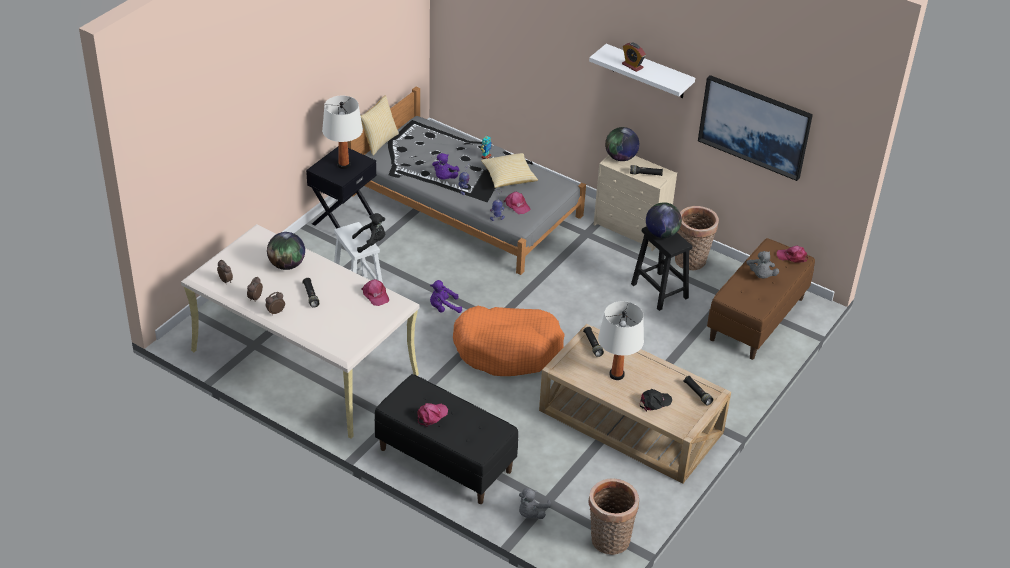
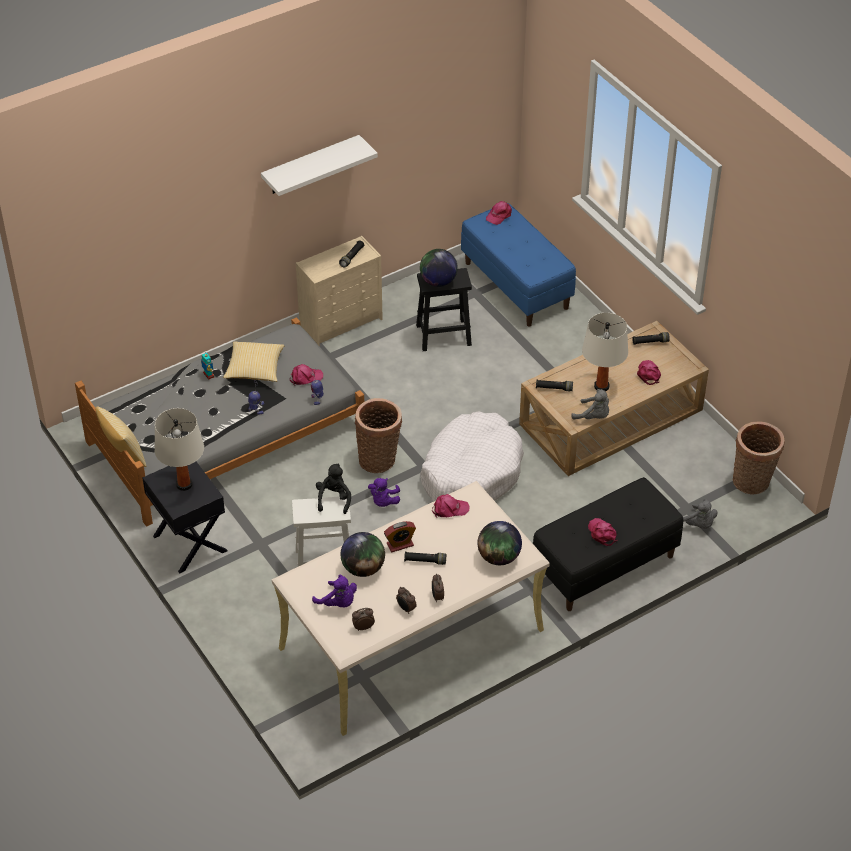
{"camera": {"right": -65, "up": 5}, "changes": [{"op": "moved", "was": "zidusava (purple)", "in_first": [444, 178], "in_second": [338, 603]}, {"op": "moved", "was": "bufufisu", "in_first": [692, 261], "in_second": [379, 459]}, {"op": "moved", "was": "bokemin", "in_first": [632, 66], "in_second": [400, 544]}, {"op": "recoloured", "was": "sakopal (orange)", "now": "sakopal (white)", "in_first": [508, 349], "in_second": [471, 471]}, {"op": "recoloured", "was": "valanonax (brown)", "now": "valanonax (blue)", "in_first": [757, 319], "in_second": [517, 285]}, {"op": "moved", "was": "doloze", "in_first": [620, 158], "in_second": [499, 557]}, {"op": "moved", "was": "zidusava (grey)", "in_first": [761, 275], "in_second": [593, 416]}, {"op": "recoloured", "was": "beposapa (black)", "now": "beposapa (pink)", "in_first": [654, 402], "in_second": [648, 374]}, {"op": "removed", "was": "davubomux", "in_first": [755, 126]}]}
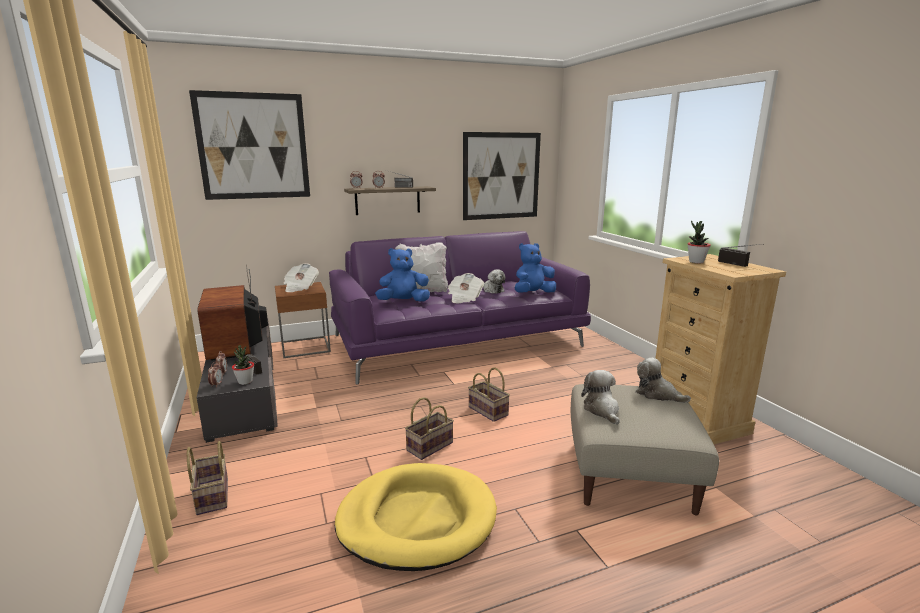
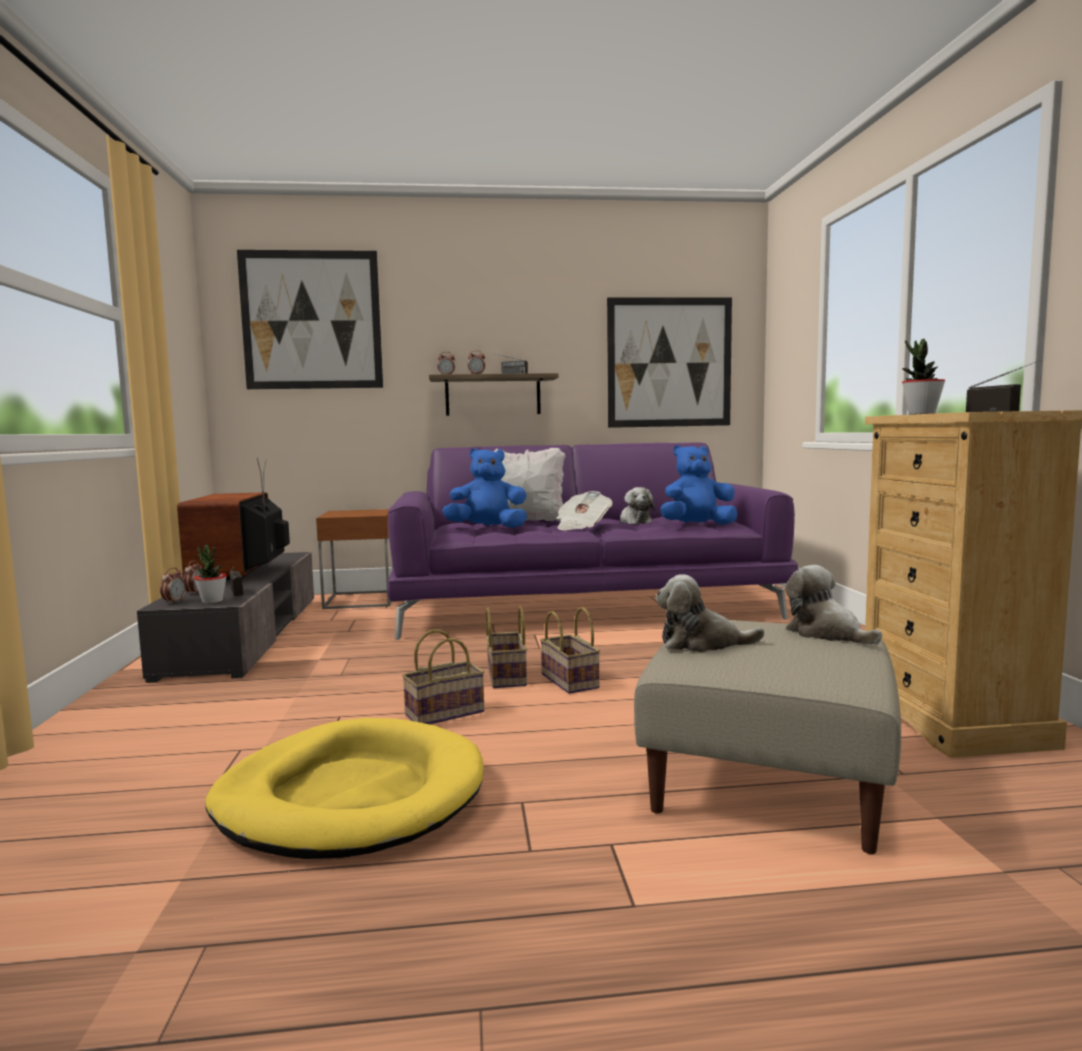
{"camera": {"right": 15, "up": -10}, "changes": [{"op": "moved", "was": "bufufisu", "in_first": [211, 495], "in_second": [505, 676]}, {"op": "turned", "was": "zidusava", "in_first": [602, 410], "in_second": [701, 643], "clockwise": -90}, {"op": "removed", "was": "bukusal", "in_first": [300, 287]}]}
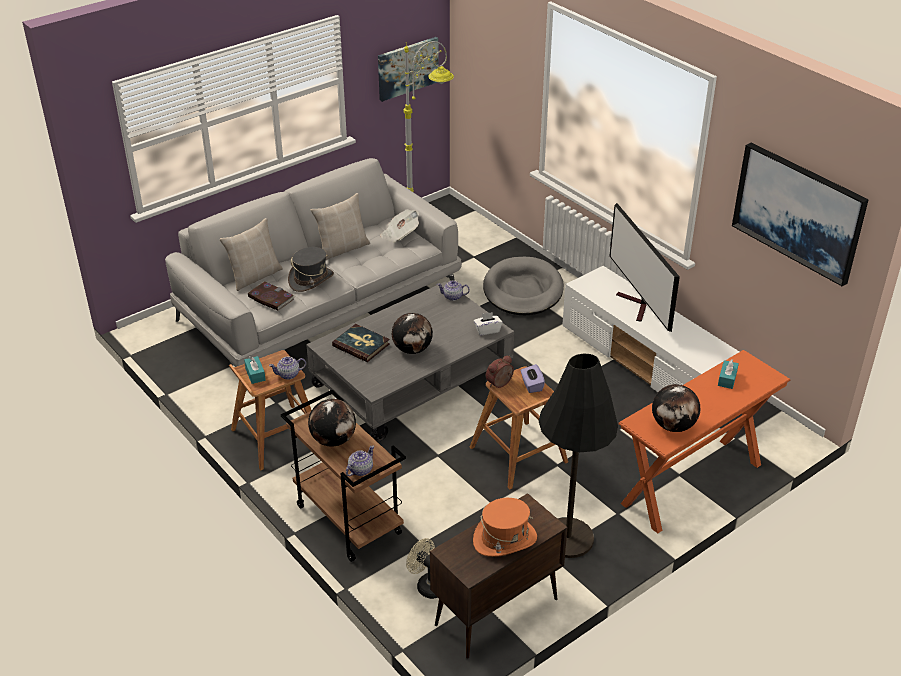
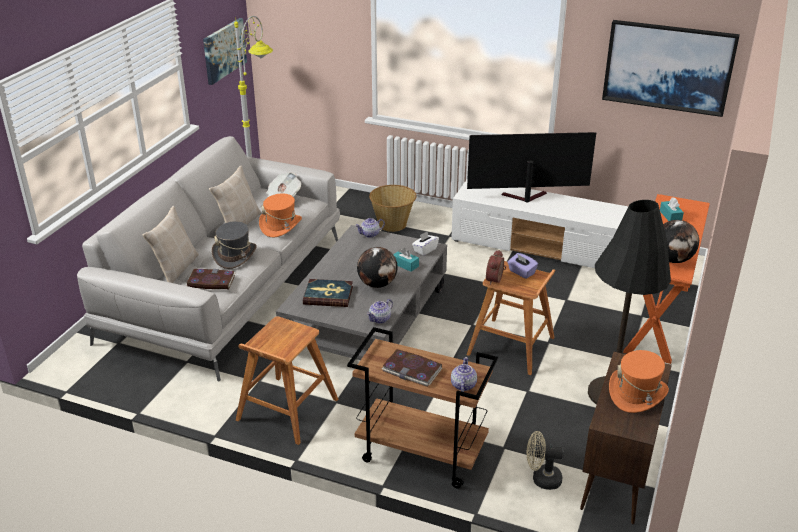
{"camera": {"right": -30, "up": -5}, "changes": [{"op": "added", "now": "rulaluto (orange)", "in_second": [281, 226]}, {"op": "moved", "was": "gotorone", "in_first": [289, 374], "in_second": [380, 319]}, {"op": "replaced", "was": "sakopal (grey)", "now": "bufufisu", "in_first": [523, 290], "in_second": [393, 224]}, {"op": "replaced", "was": "doloze", "now": "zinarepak", "in_first": [333, 440], "in_second": [412, 370]}, {"op": "moved", "was": "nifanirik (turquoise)", "in_first": [255, 374], "in_second": [405, 265]}, {"op": "turned", "was": "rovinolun", "in_first": [637, 306], "in_second": [524, 198], "clockwise": 135}]}
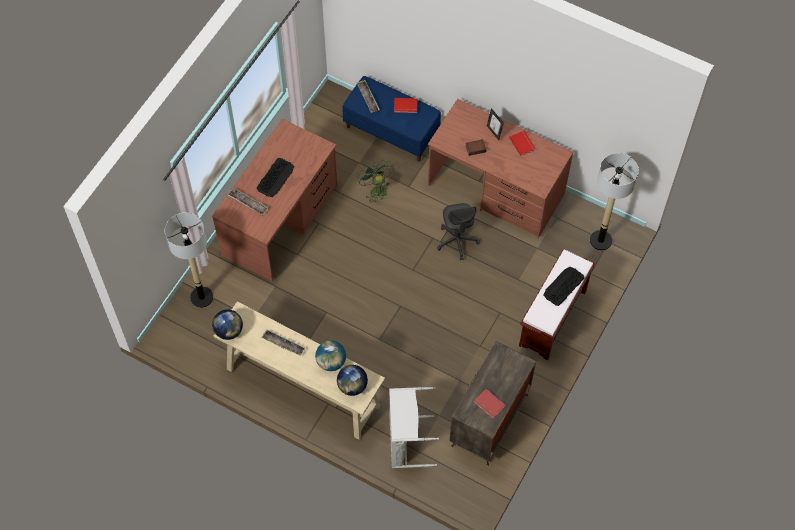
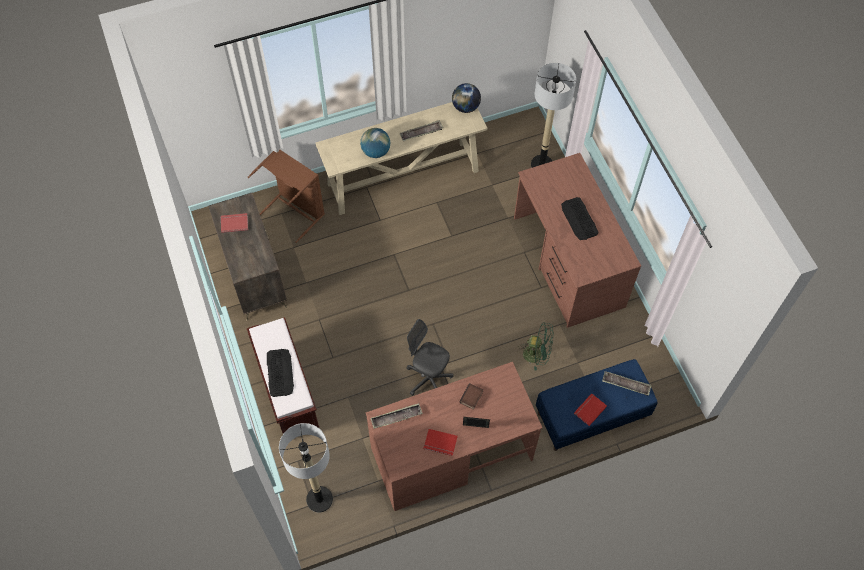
{"camera": {"right": 130, "up": 0}, "changes": [{"op": "recoloured", "was": "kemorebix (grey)", "now": "kemorebix (brown)", "in_first": [405, 442], "in_second": [295, 210]}, {"op": "moved", "was": "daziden", "in_first": [248, 203], "in_second": [396, 417]}, {"op": "removed", "was": "doloze", "in_first": [352, 386]}]}
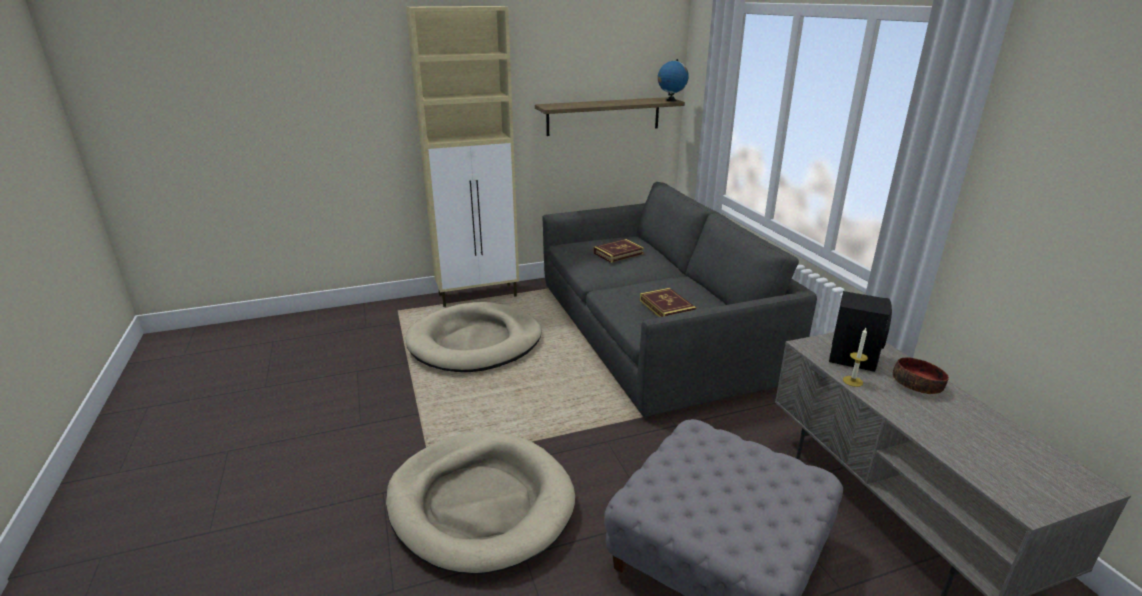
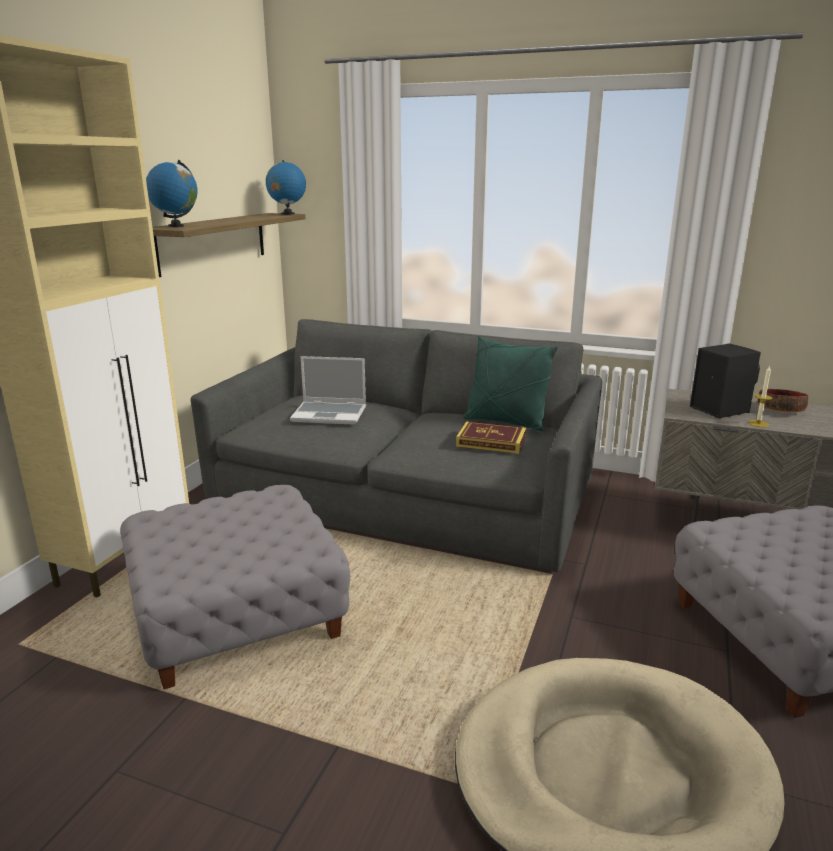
{"camera": {"right": -50, "up": -5}, "changes": [{"op": "replaced", "was": "sakopal (beige)", "now": "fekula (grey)", "in_first": [475, 342], "in_second": [237, 613]}, {"op": "added", "now": "doloze", "in_second": [176, 226]}, {"op": "replaced", "was": "zinarepak", "now": "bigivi", "in_first": [618, 253], "in_second": [330, 414]}, {"op": "added", "now": "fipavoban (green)", "in_second": [506, 422]}]}
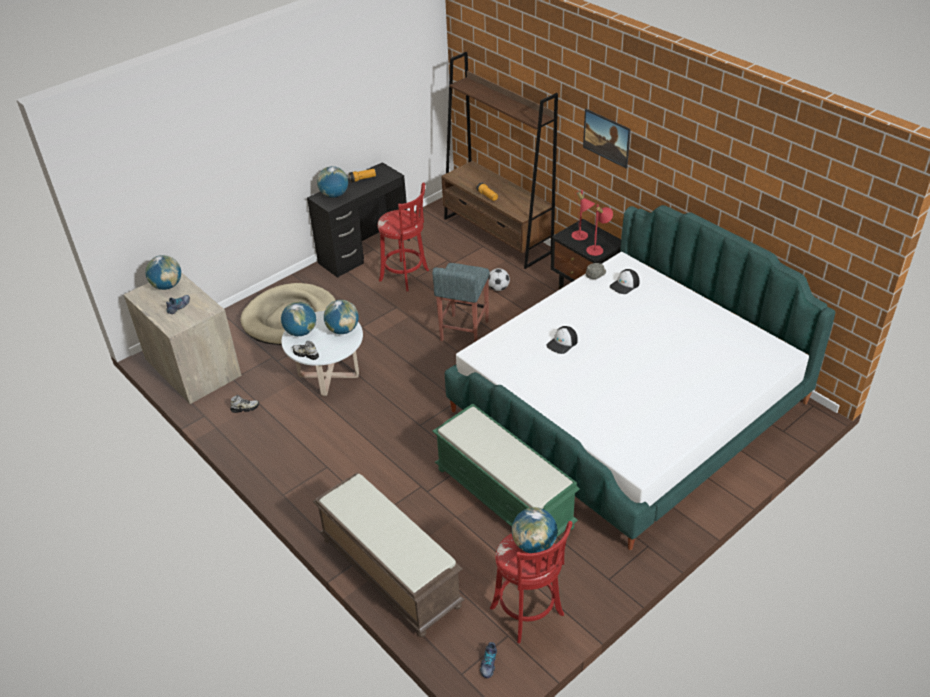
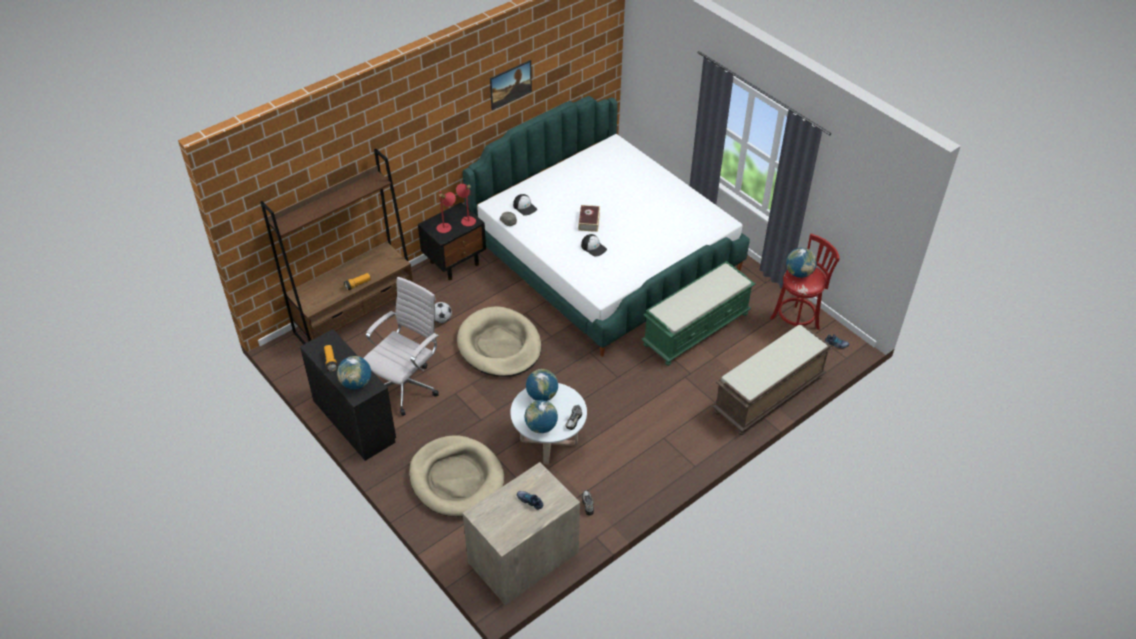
{"camera": {"right": -90, "up": 5}, "changes": [{"op": "replaced", "was": "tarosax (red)", "now": "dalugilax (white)", "in_first": [406, 276], "in_second": [407, 386]}, {"op": "replaced", "was": "tarosax (grey)", "now": "sakopal (beige)", "in_first": [464, 331], "in_second": [499, 345]}, {"op": "moved", "was": "davubomux", "in_first": [606, 147], "in_second": [511, 92]}, {"op": "added", "now": "zinarepak", "in_second": [589, 221]}, {"op": "removed", "was": "doloze", "in_first": [167, 286]}]}
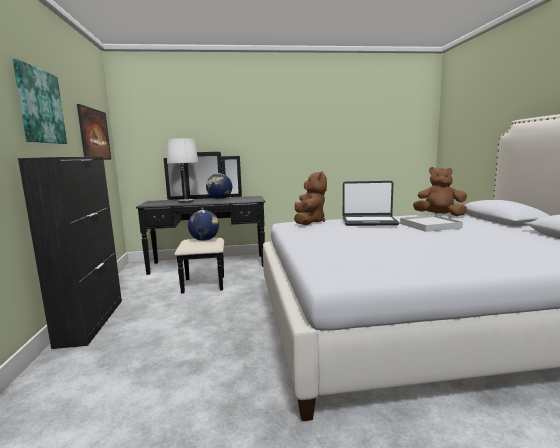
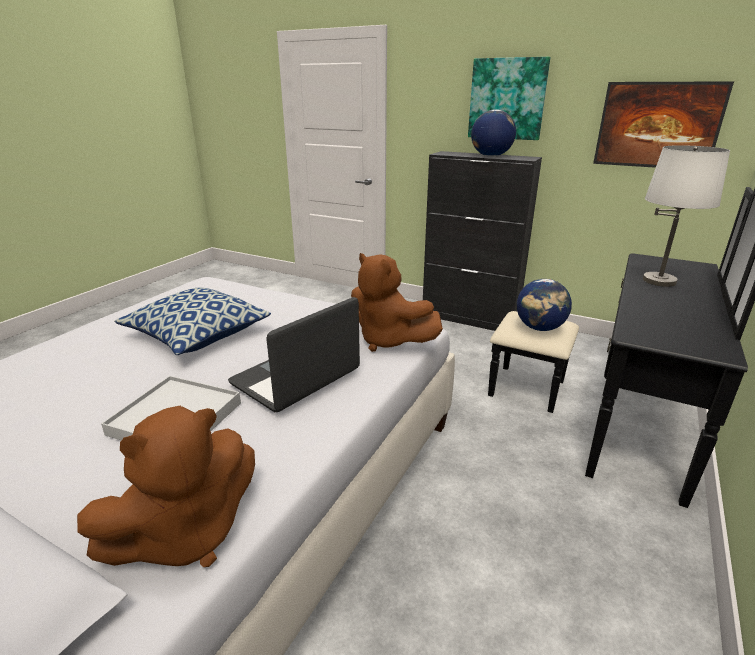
{"camera": {"right": 125, "up": 15}, "changes": [{"op": "added", "now": "fipavoban", "in_second": [197, 335]}, {"op": "moved", "was": "doloze", "in_first": [220, 199], "in_second": [490, 156]}]}
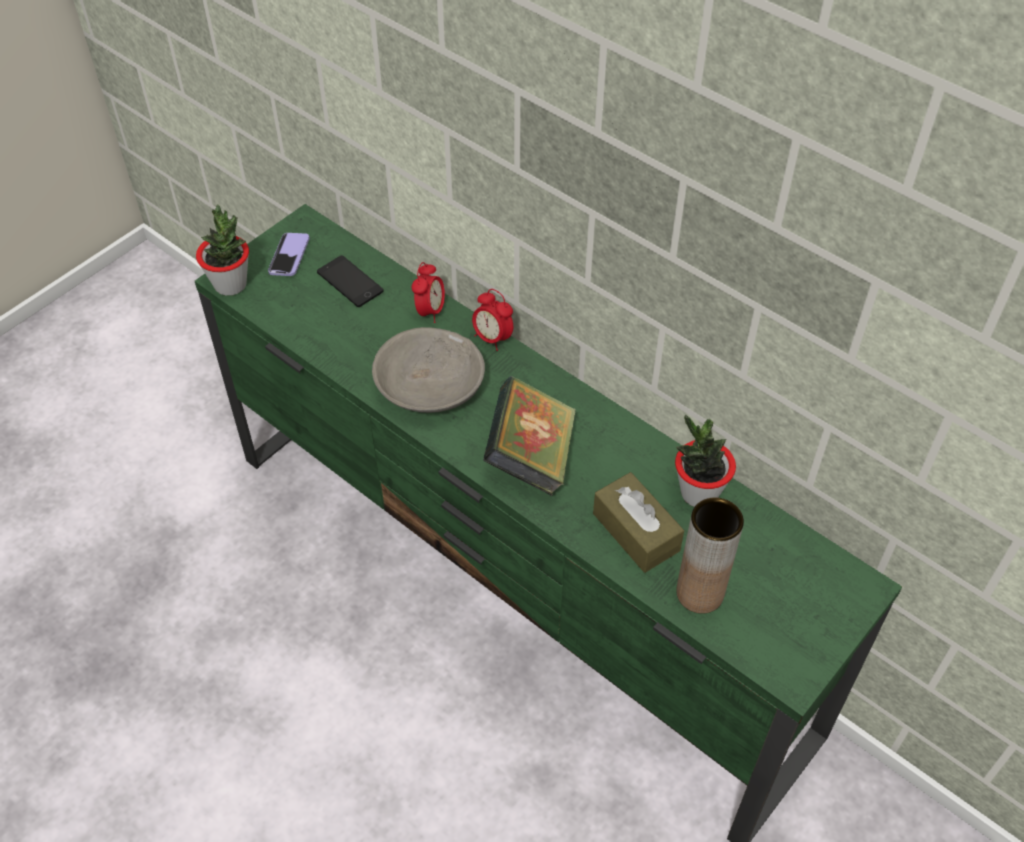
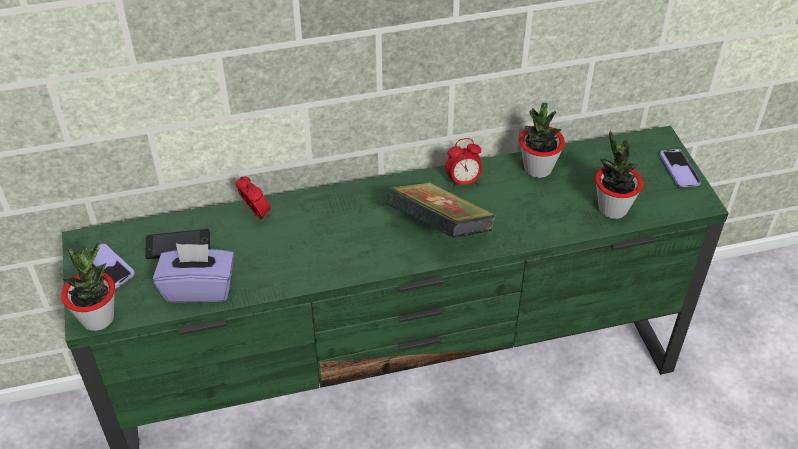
{"camera": {"right": -55, "up": -5}, "changes": [{"op": "added", "now": "nifanirik (purple)", "in_second": [199, 288]}, {"op": "moved", "was": "bokemin", "in_first": [492, 338], "in_second": [463, 181]}, {"op": "replaced", "was": "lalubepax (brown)", "now": "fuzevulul", "in_first": [699, 593], "in_second": [612, 208]}, {"op": "added", "now": "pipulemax", "in_second": [679, 169]}, {"op": "removed", "was": "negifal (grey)", "in_first": [429, 388]}, {"op": "removed", "was": "nifanirik (brown)", "in_first": [636, 532]}]}
